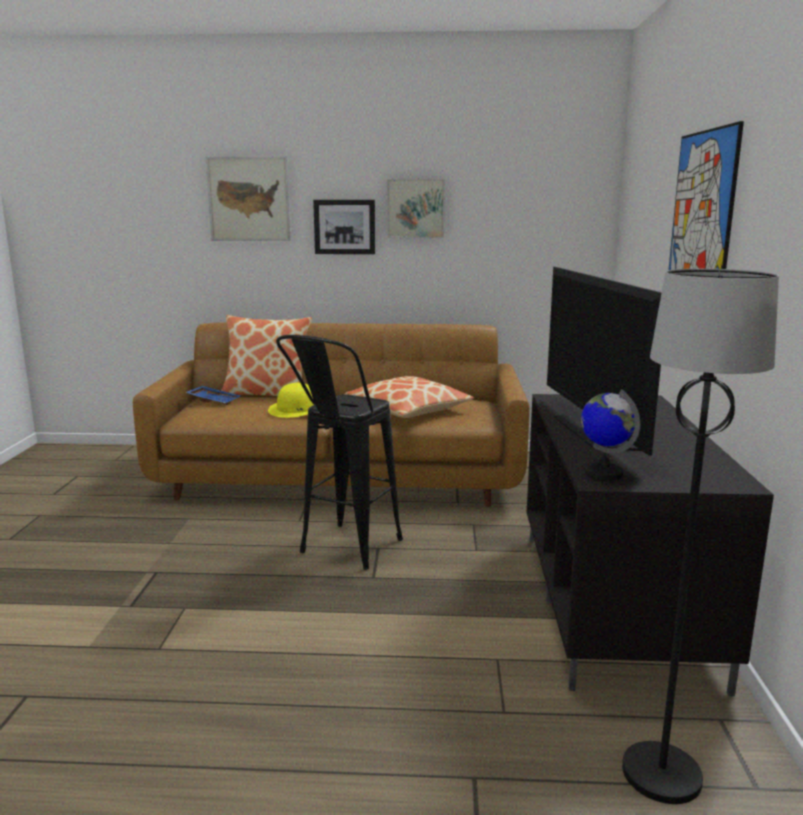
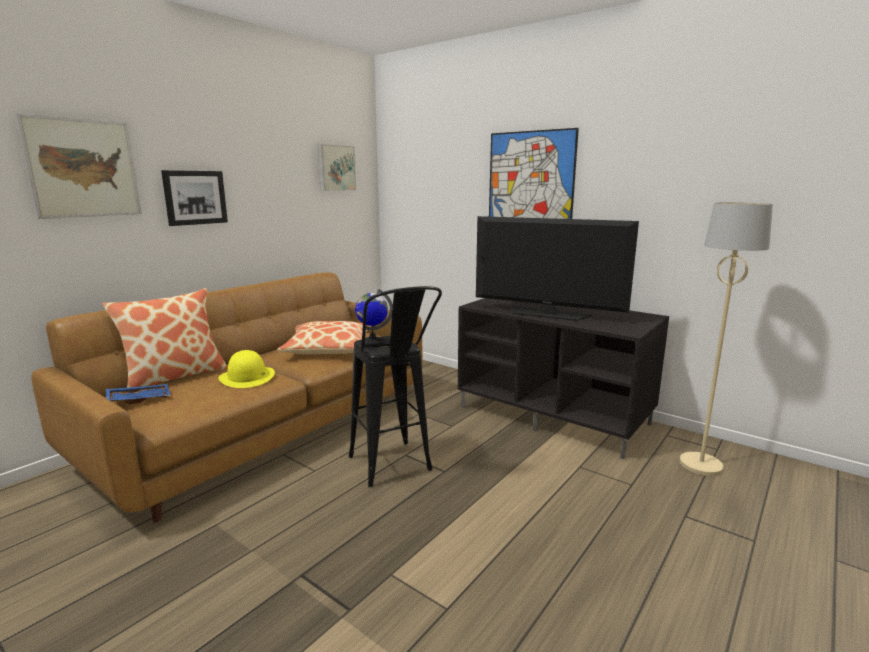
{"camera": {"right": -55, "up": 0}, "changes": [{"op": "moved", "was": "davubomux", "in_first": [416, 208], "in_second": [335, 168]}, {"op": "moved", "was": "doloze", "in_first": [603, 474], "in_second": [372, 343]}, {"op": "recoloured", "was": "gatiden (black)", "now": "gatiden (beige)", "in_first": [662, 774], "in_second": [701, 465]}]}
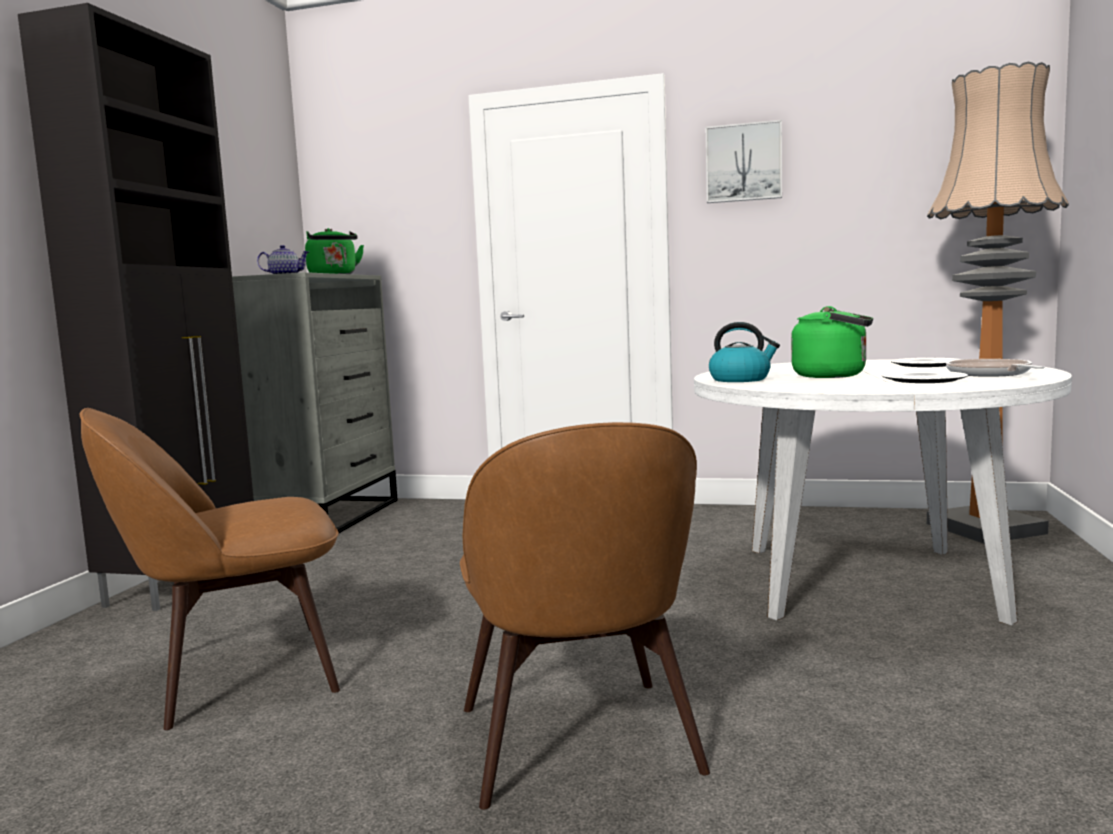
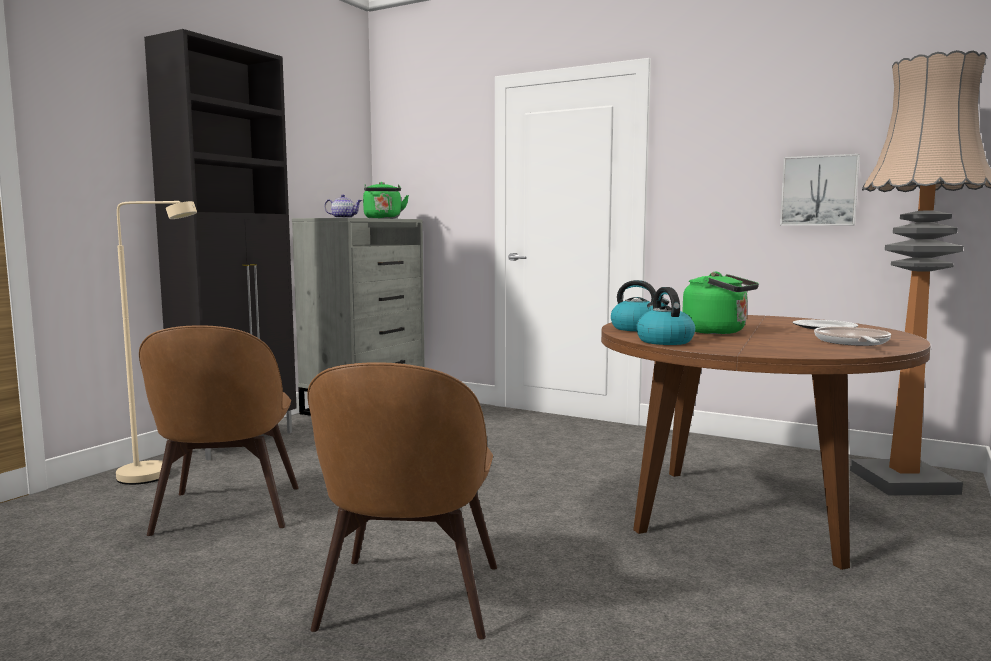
{"camera": {"right": 15, "up": 0}, "changes": [{"op": "added", "now": "gatiden (beige)", "in_second": [158, 476]}, {"op": "turned", "was": "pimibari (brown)", "in_first": [238, 674], "in_second": [227, 512], "clockwise": -90}, {"op": "recoloured", "was": "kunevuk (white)", "now": "kunevuk (brown)", "in_first": [866, 582], "in_second": [744, 513]}, {"op": "added", "now": "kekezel", "in_second": [664, 341]}, {"op": "moved", "was": "davubomux", "in_first": [743, 163], "in_second": [819, 191]}, {"op": "removed", "was": "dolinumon", "in_first": [923, 380]}]}
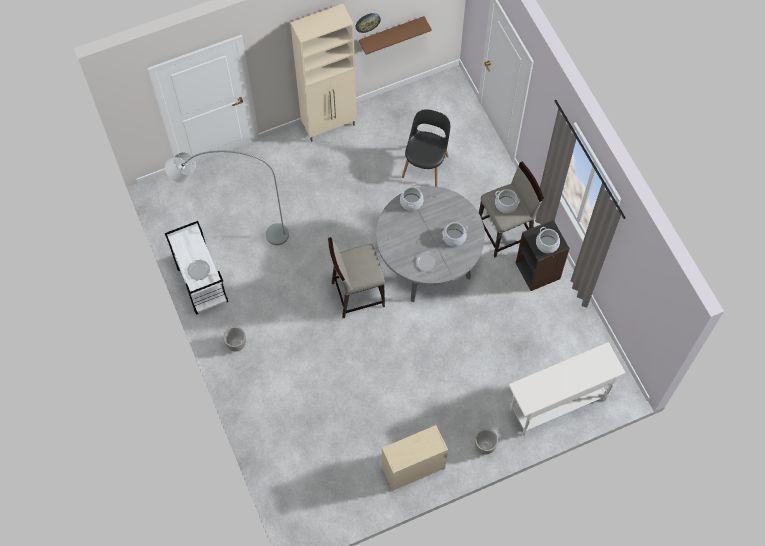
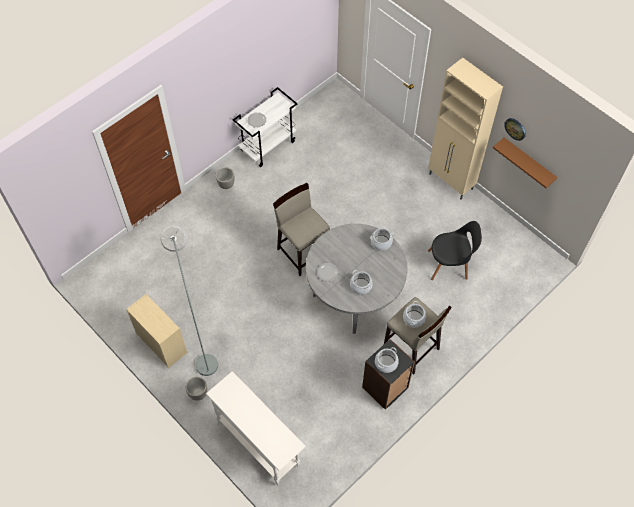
{"camera": {"right": 70, "up": -5}, "changes": [{"op": "moved", "was": "gatiden (grey)", "in_first": [234, 233], "in_second": [197, 328]}]}
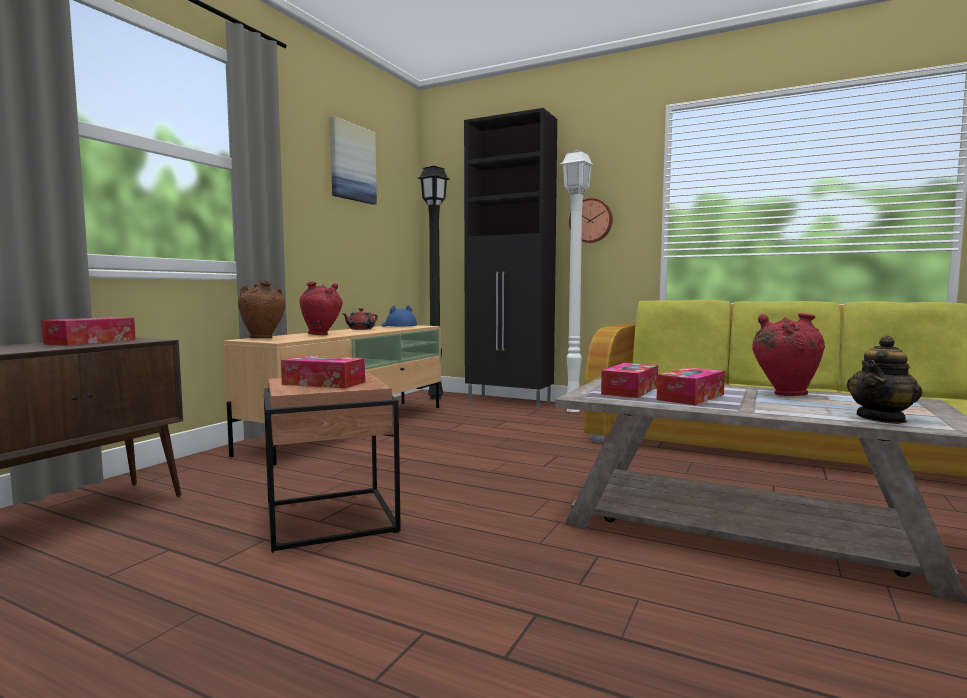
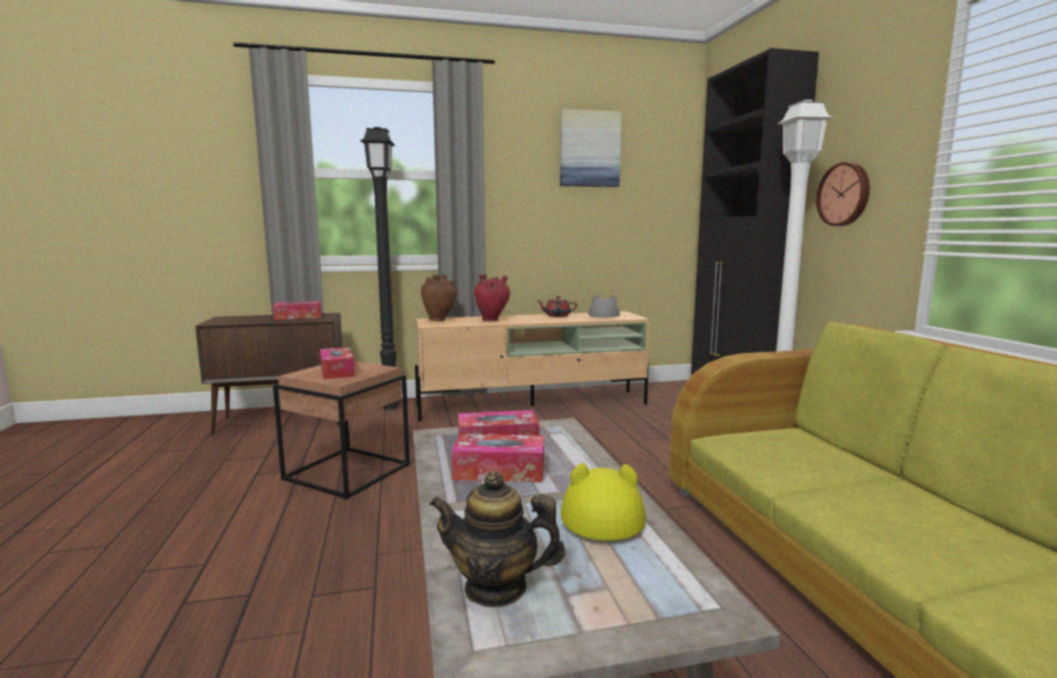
{"camera": {"right": 50, "up": 5}, "changes": [{"op": "moved", "was": "gatiden (black)", "in_first": [437, 398], "in_second": [391, 408]}, {"op": "replaced", "was": "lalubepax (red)", "now": "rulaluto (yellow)", "in_first": [785, 394], "in_second": [600, 511]}, {"op": "recoloured", "was": "rulaluto (blue)", "now": "rulaluto (grey)", "in_first": [398, 327], "in_second": [604, 315]}]}
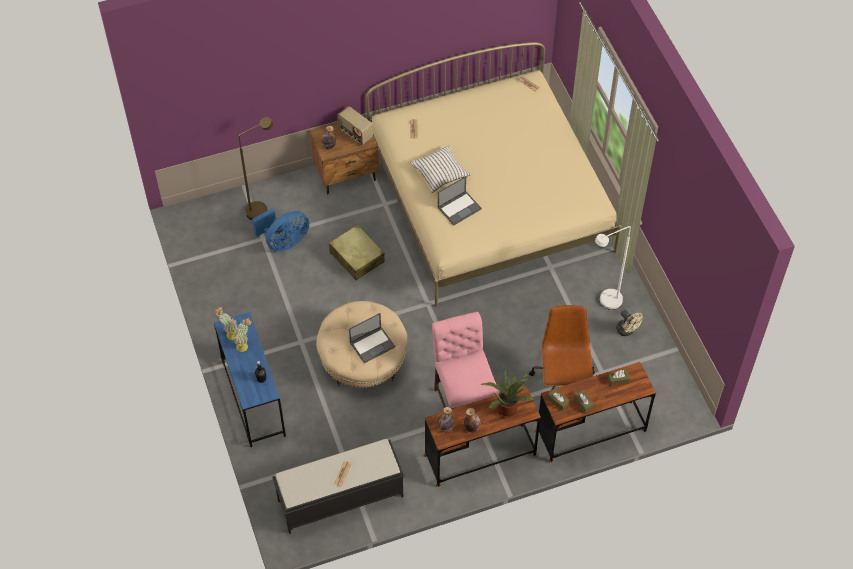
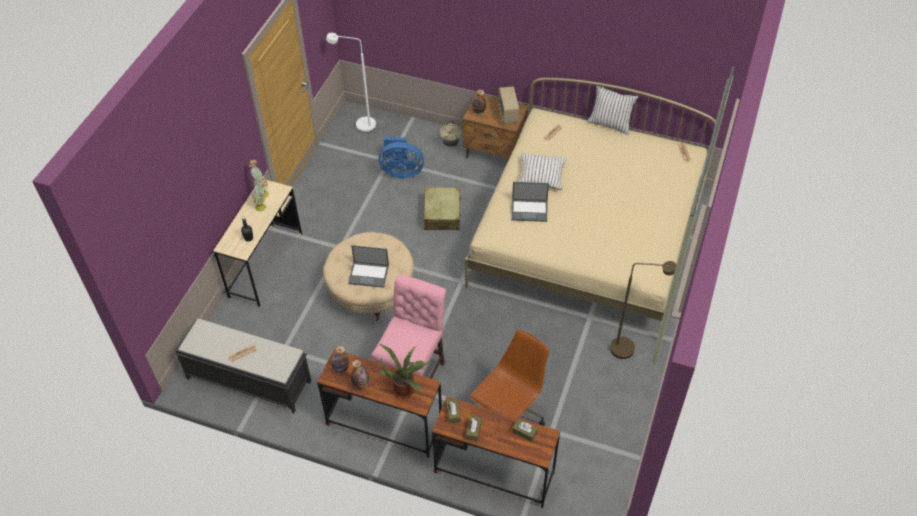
{"camera": {"right": 40, "up": -5}, "changes": [{"op": "recoloured", "was": "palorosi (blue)", "now": "palorosi (beige)", "in_first": [253, 399], "in_second": [266, 265]}, {"op": "moved", "was": "gatiden (white)", "in_first": [605, 303], "in_second": [360, 125]}, {"op": "moved", "was": "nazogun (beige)", "in_first": [627, 331], "in_second": [450, 143]}, {"op": "added", "now": "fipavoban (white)", "in_second": [610, 124]}, {"op": "moved", "was": "gatiden (brown)", "in_first": [261, 208], "in_second": [629, 348]}]}
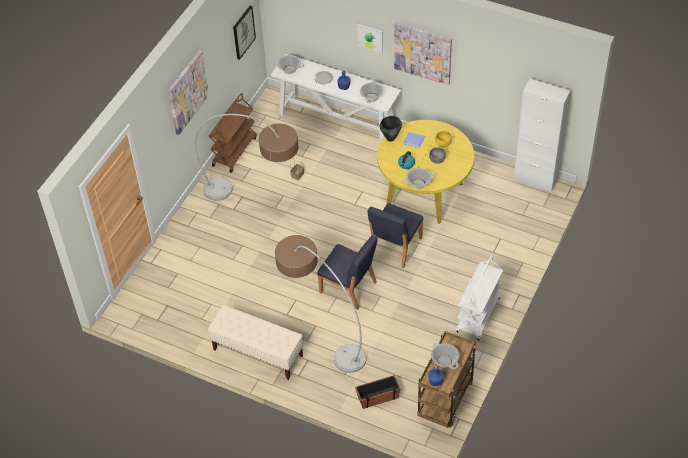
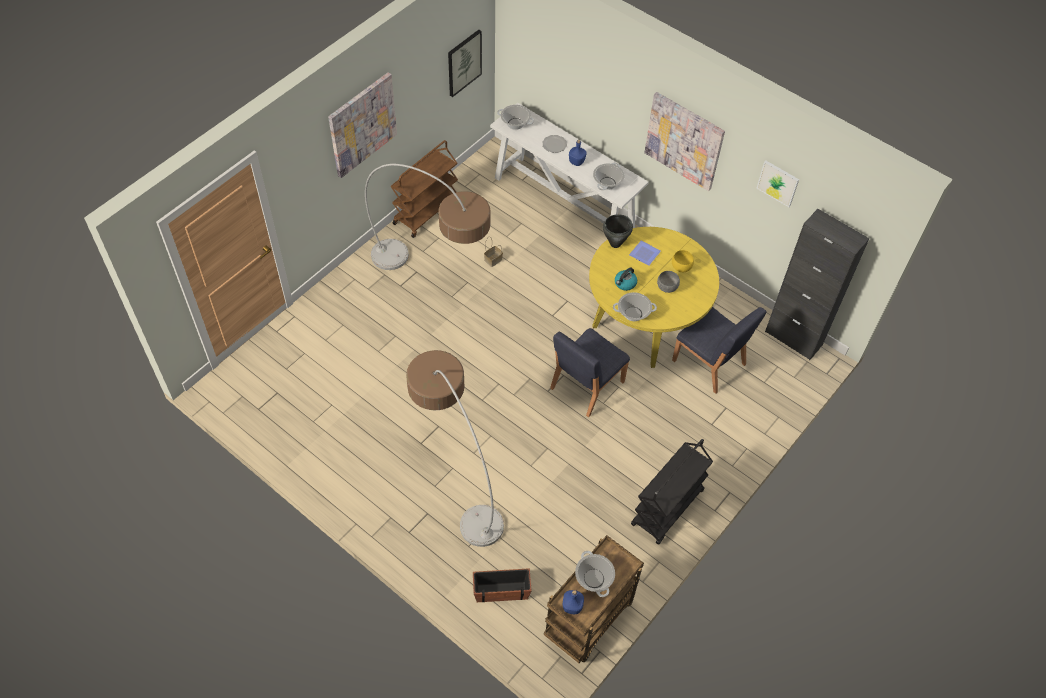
{"camera": {"right": 10, "up": 5}, "changes": [{"op": "recoloured", "was": "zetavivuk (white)", "now": "zetavivuk (black)", "in_first": [478, 315], "in_second": [667, 508]}, {"op": "moved", "was": "pimibari (blue)", "in_first": [348, 288], "in_second": [709, 363]}, {"op": "moved", "was": "davubomux", "in_first": [370, 37], "in_second": [778, 183]}, {"op": "recoloured", "was": "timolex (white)", "now": "timolex (black)", "in_first": [535, 180], "in_second": [793, 338]}, {"op": "removed", "was": "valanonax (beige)", "in_first": [257, 353]}]}
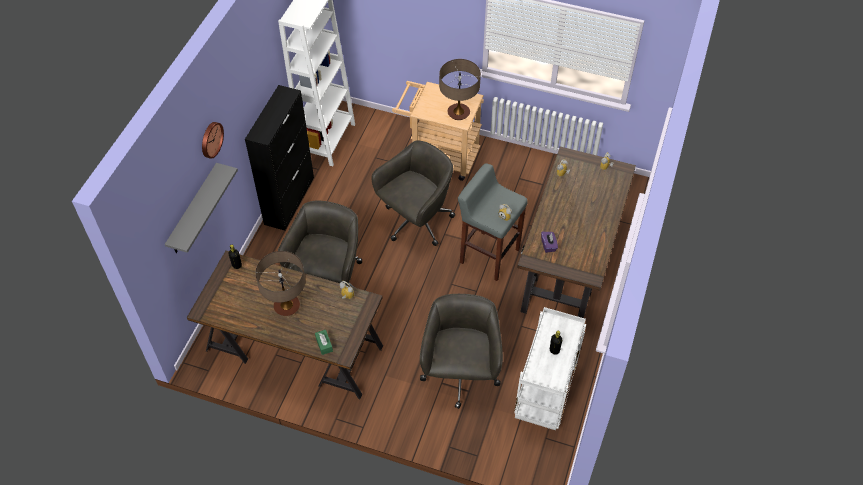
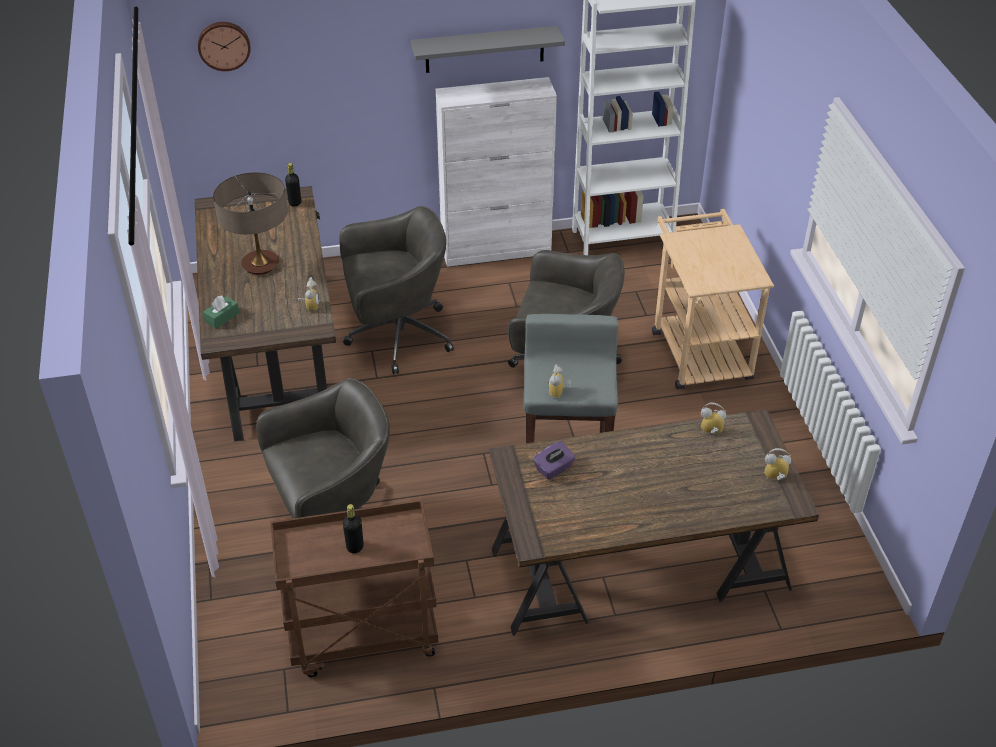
{"camera": {"right": 60, "up": -10}, "changes": [{"op": "moved", "was": "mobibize", "in_first": [210, 139], "in_second": [224, 45]}, {"op": "recoloured", "was": "zetavivuk (white)", "now": "zetavivuk (brown)", "in_first": [545, 394], "in_second": [362, 638]}, {"op": "moved", "was": "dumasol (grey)", "in_first": [193, 210], "in_second": [484, 49]}, {"op": "recoloured", "was": "timolex (black)", "now": "timolex (white)", "in_first": [289, 200], "in_second": [496, 250]}, {"op": "removed", "was": "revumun", "in_first": [458, 113]}]}
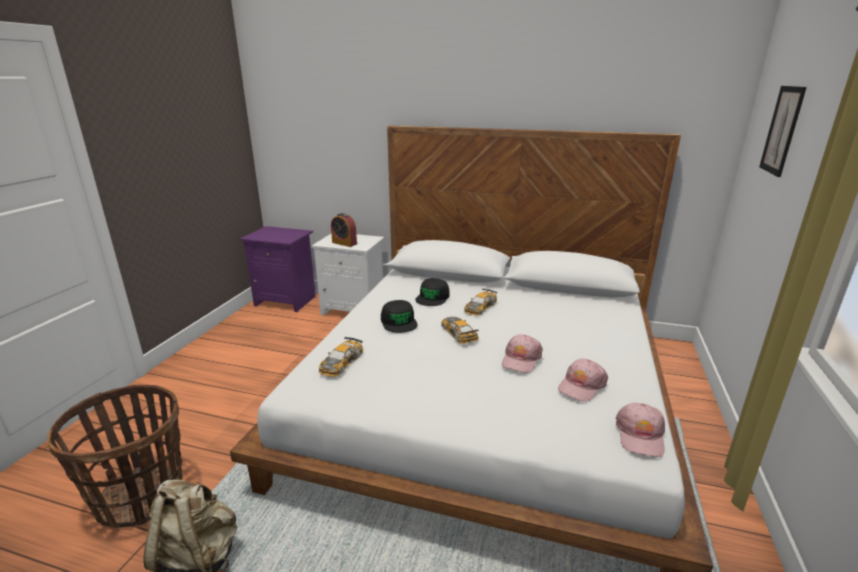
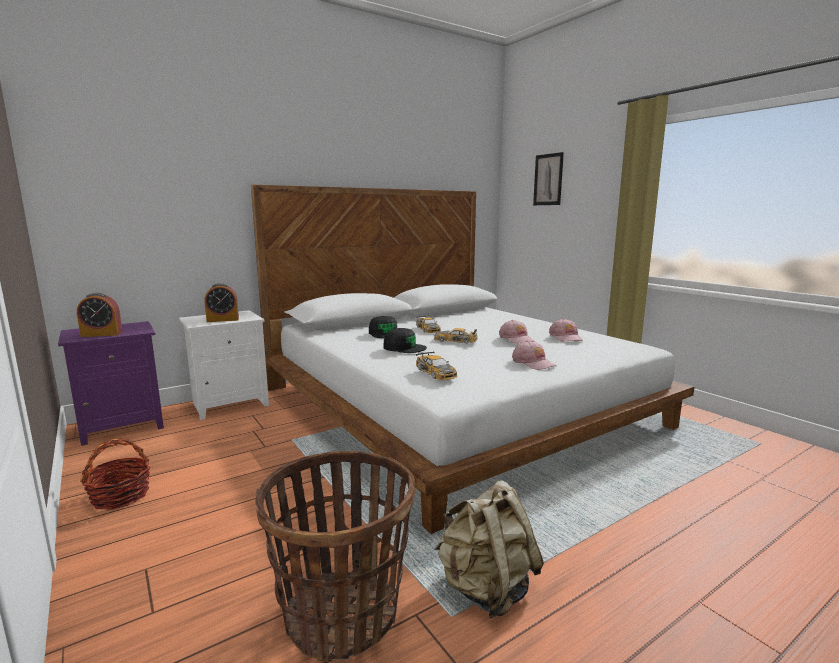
{"camera": {"right": -50, "up": -10}, "changes": [{"op": "added", "now": "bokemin", "in_second": [102, 334]}, {"op": "added", "now": "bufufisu", "in_second": [121, 496]}, {"op": "moved", "was": "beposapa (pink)", "in_first": [640, 435], "in_second": [533, 363]}]}
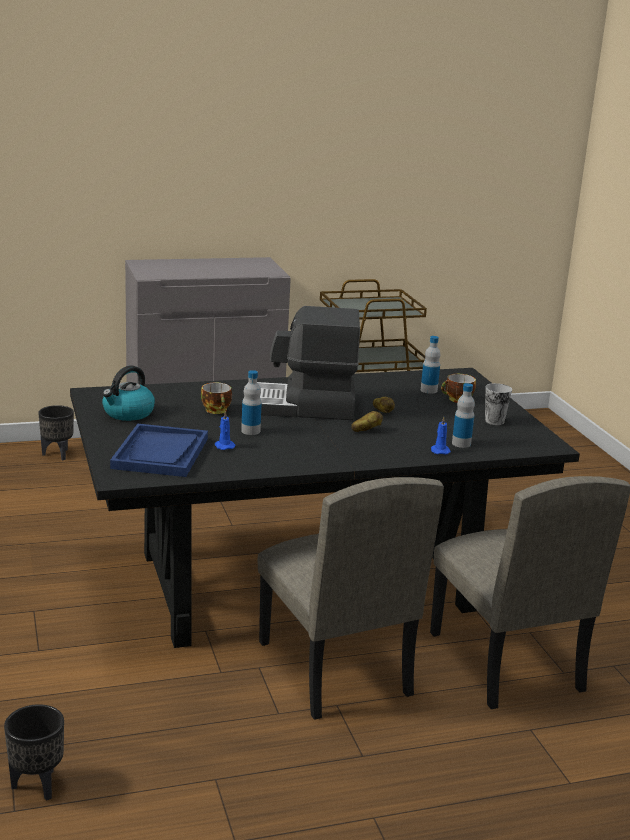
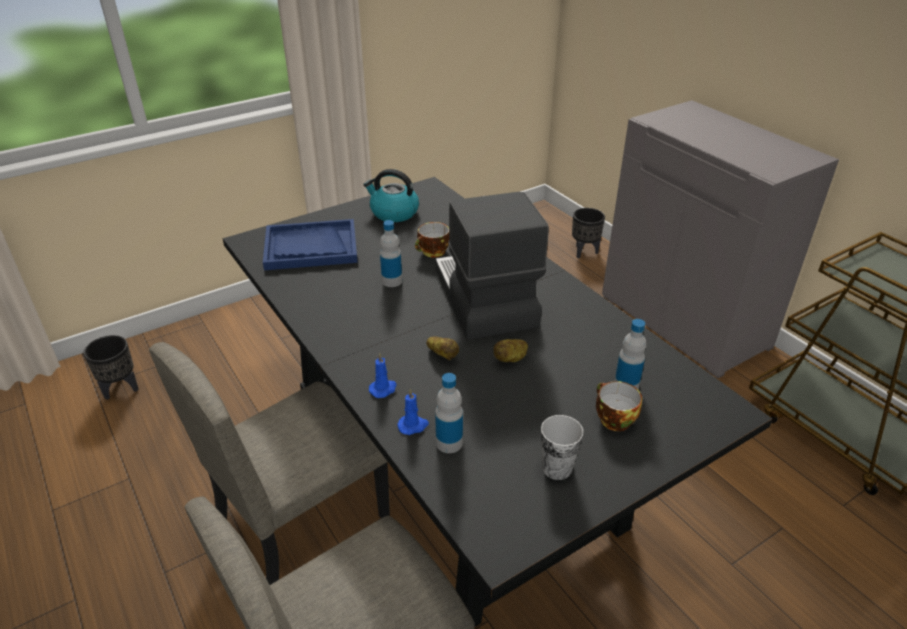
{"camera": {"right": 75, "up": 15}, "changes": [{"op": "moved", "was": "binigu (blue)", "in_first": [224, 446], "in_second": [383, 389]}]}
